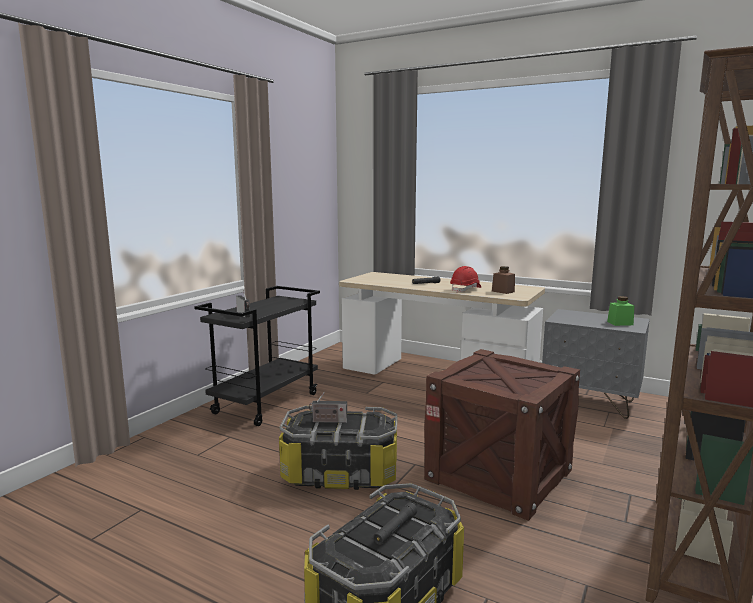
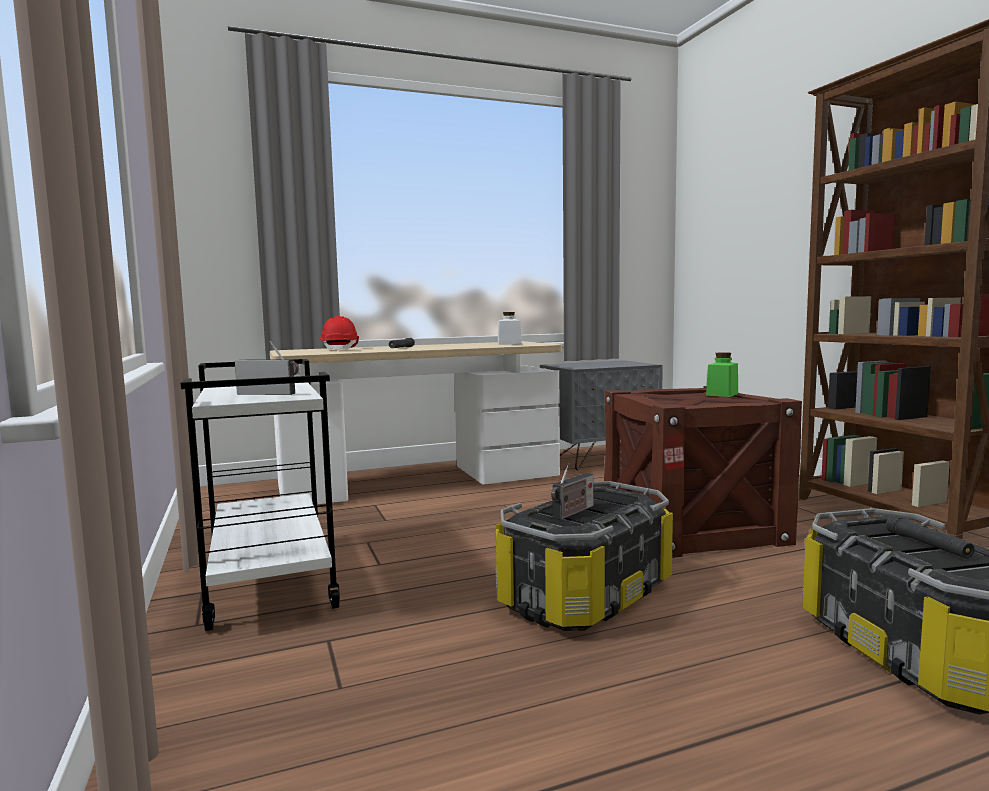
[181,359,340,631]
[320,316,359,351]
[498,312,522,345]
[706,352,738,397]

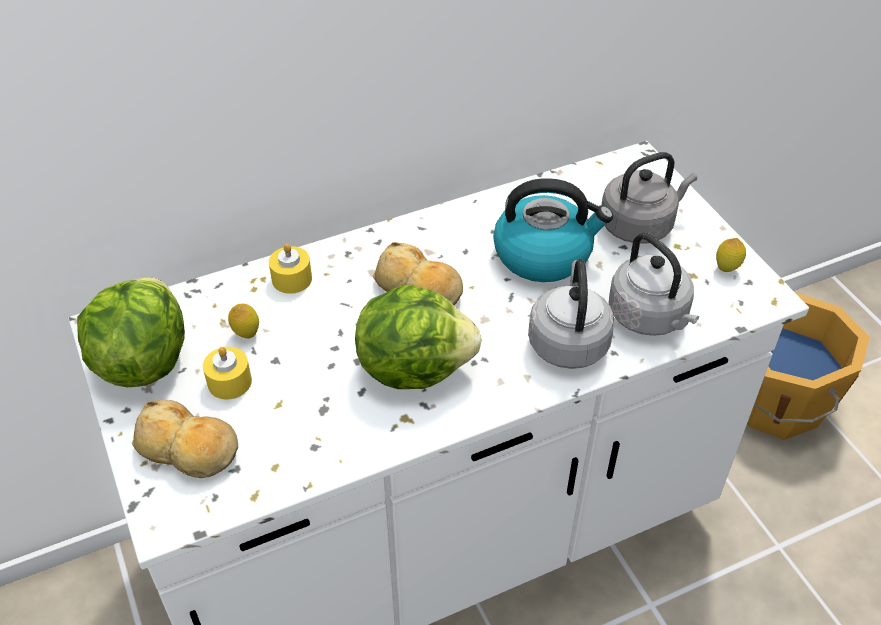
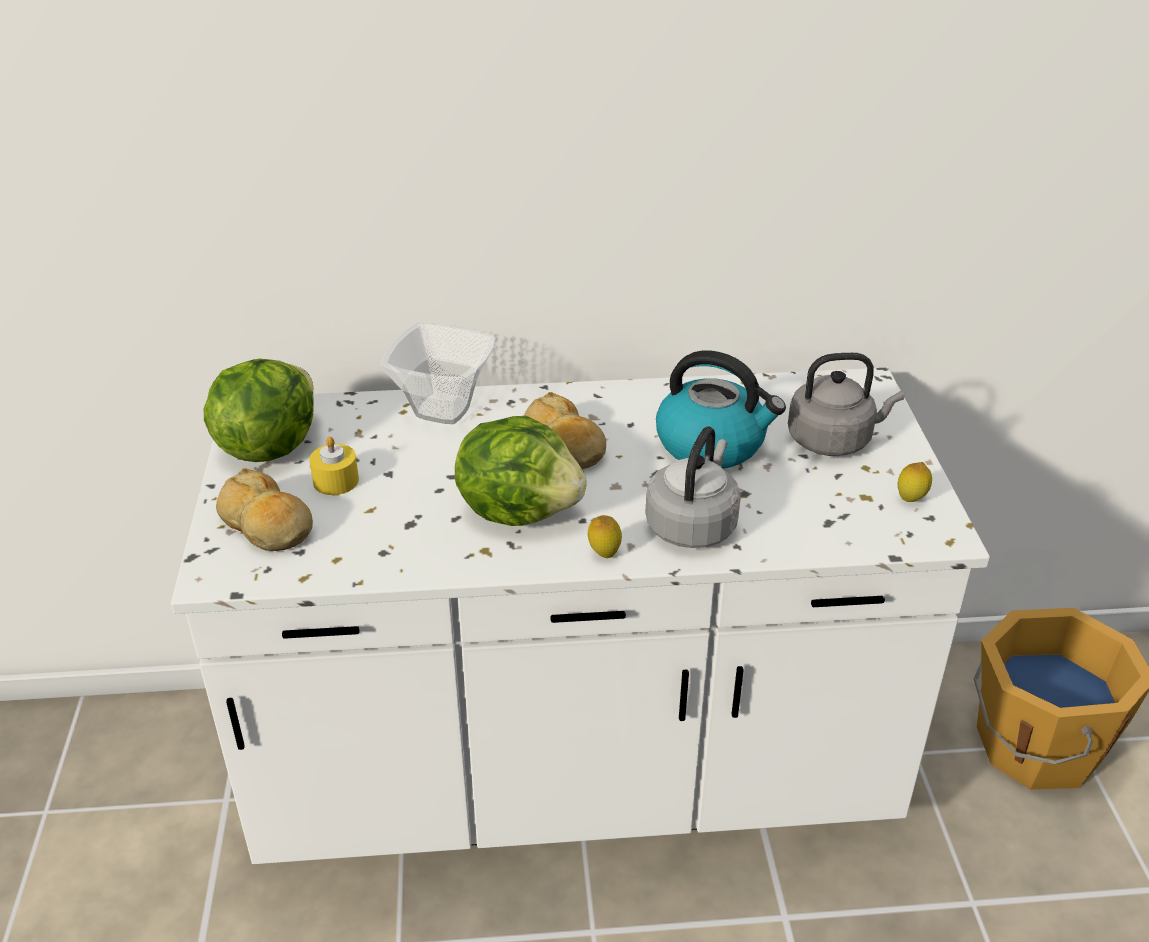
[380,322,496,424]
[588,515,622,558]
[609,233,699,336] (first image)

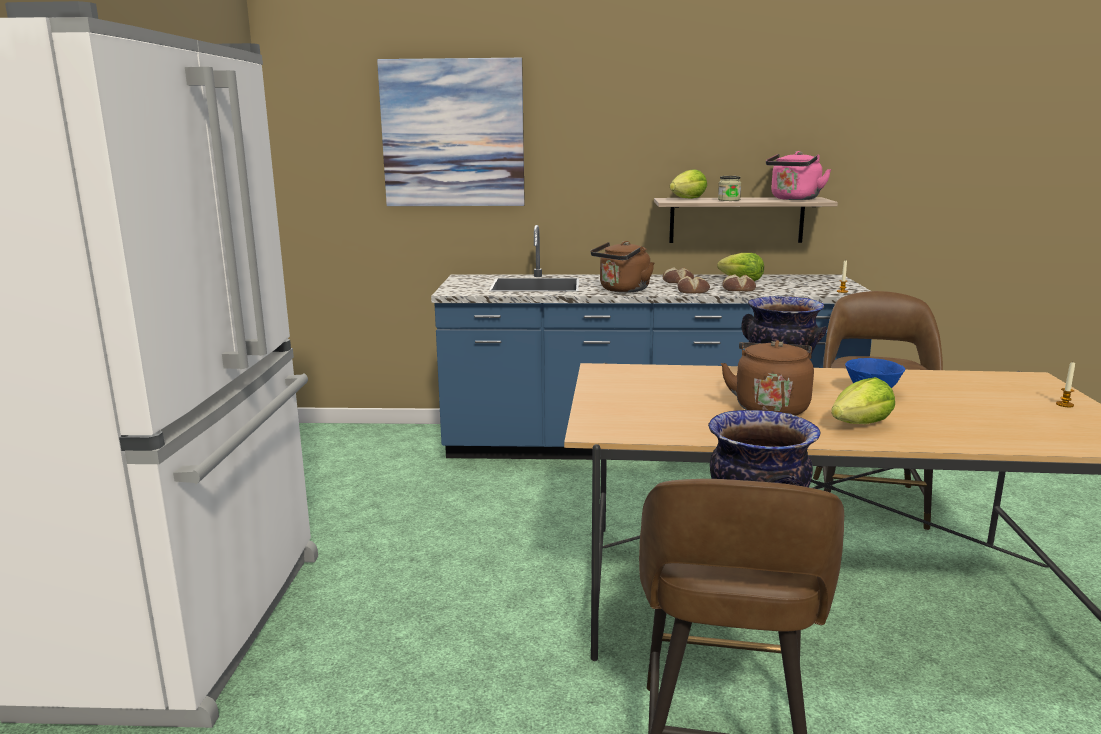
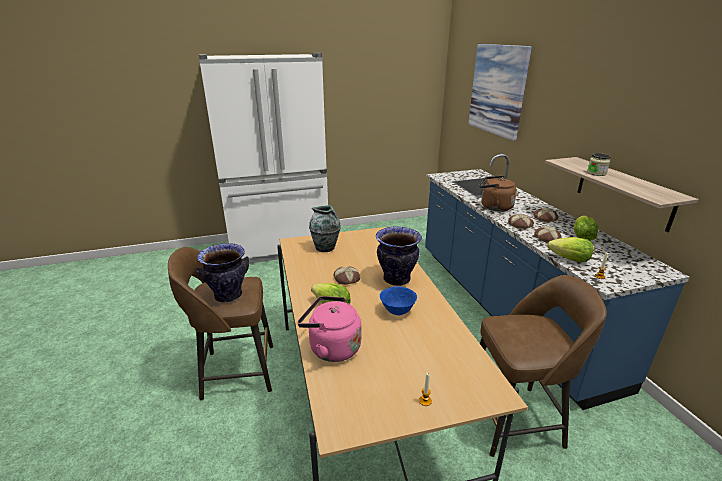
[297,296,361,362]
[309,205,341,252]
[334,266,360,285]
[547,237,594,263]

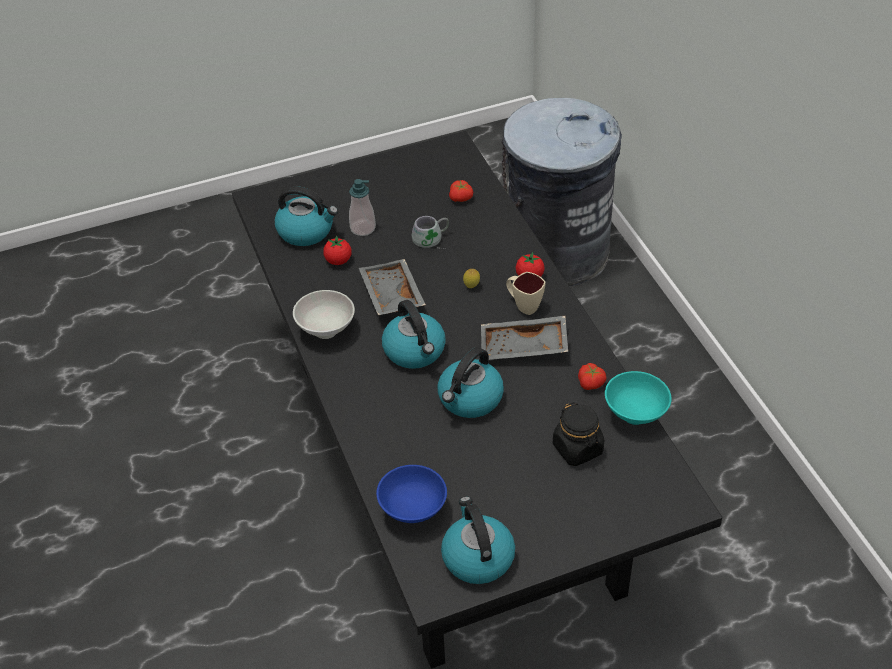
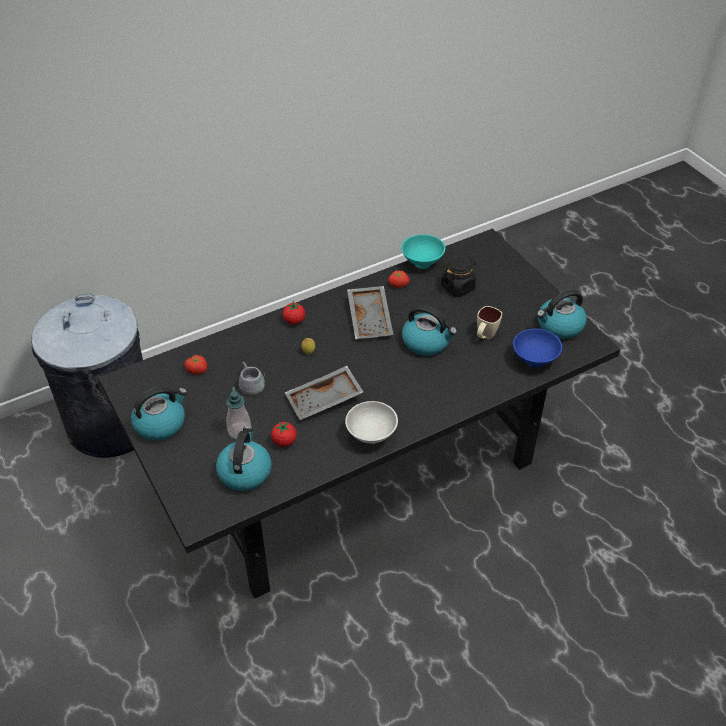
[131,386,187,441]
[477,306,502,340]

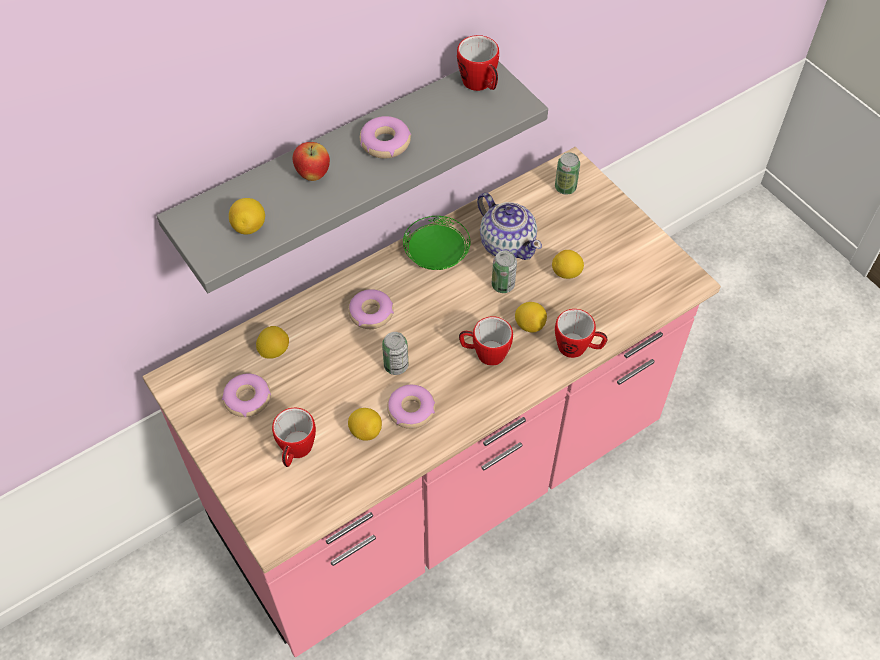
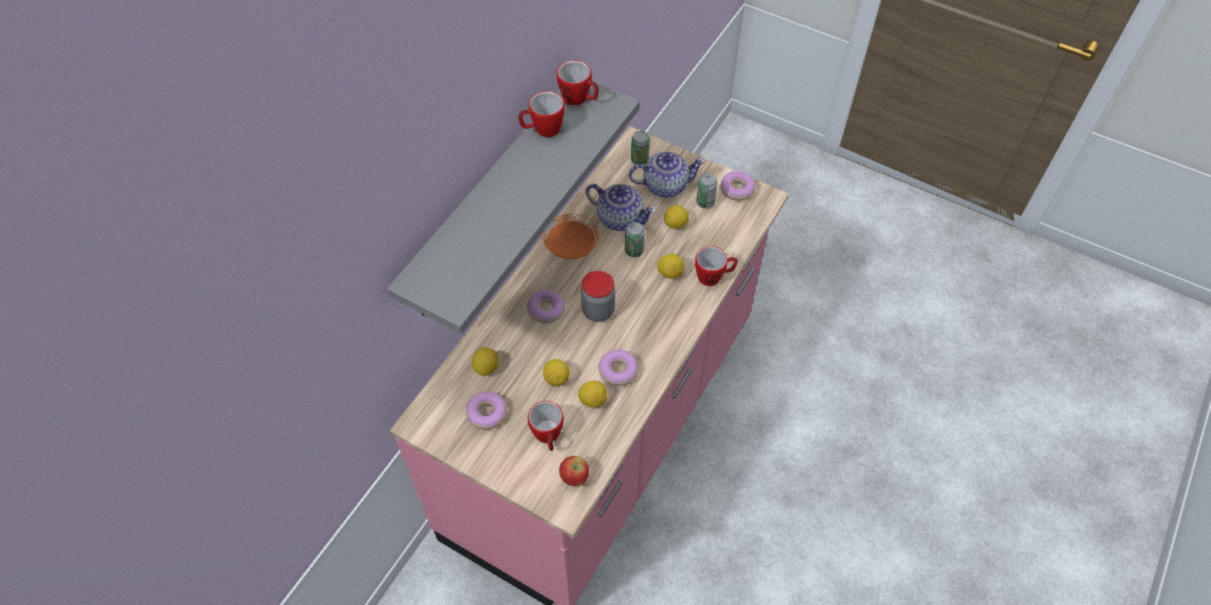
[518,91,565,137]
[543,213,599,259]
[543,359,570,386]
[559,456,589,487]
[581,271,615,322]
[629,151,705,198]
[696,174,718,209]
[720,171,755,201]

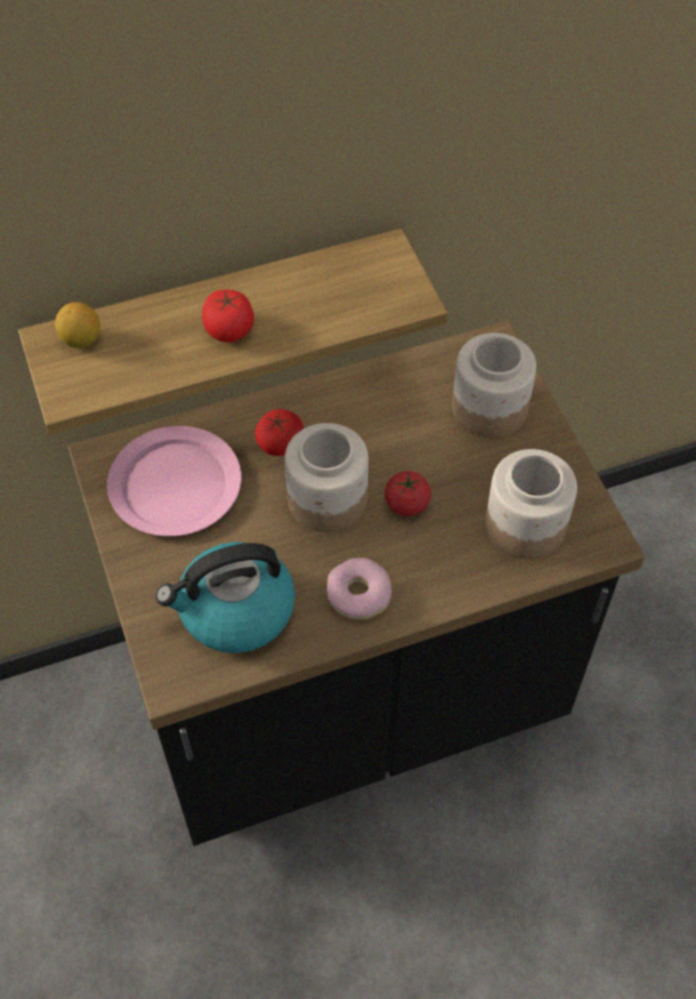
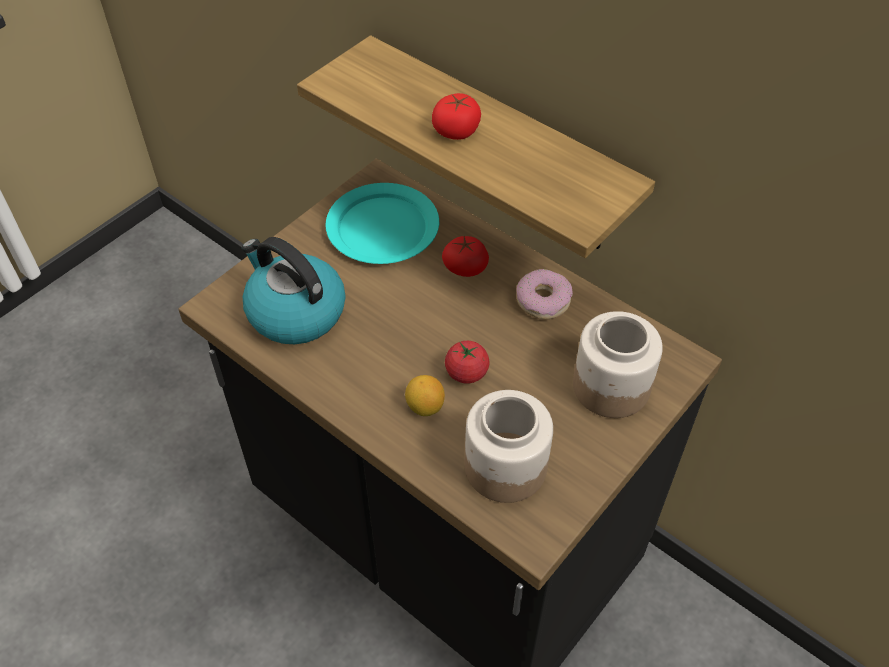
[325,183,439,264]
[405,375,445,416]
[516,269,573,319]
[285,423,368,532] (first image)

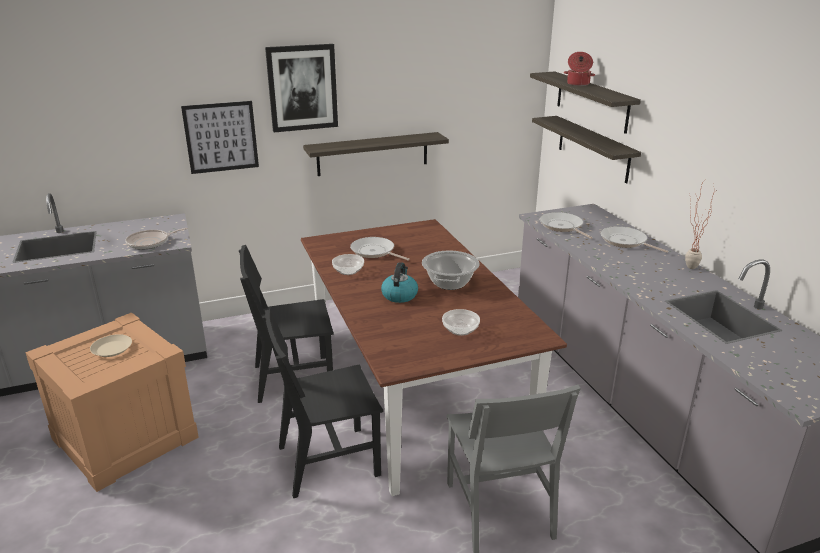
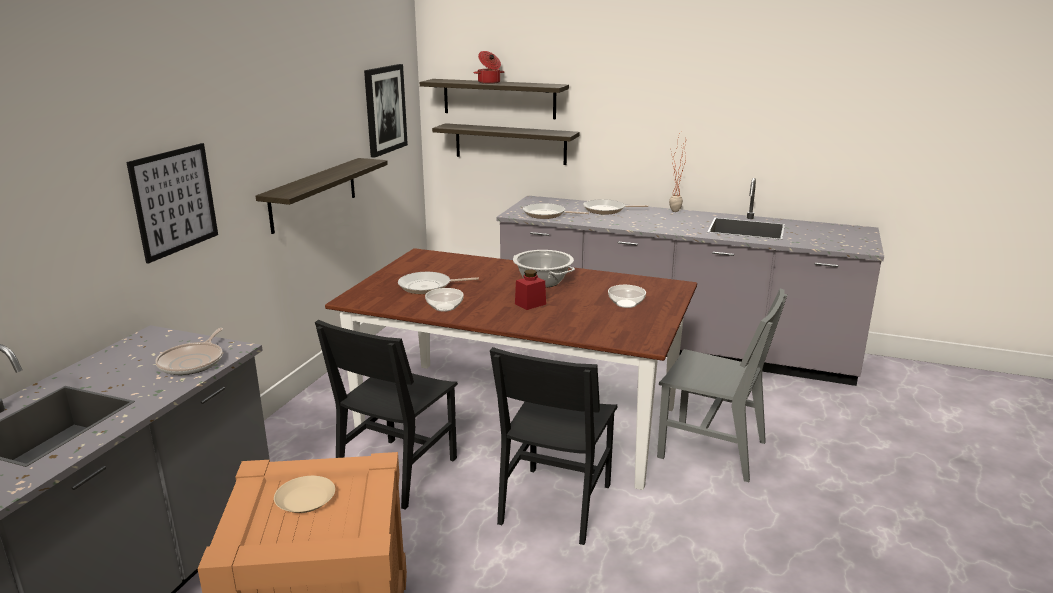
[364,64,408,158]
[515,269,546,310]

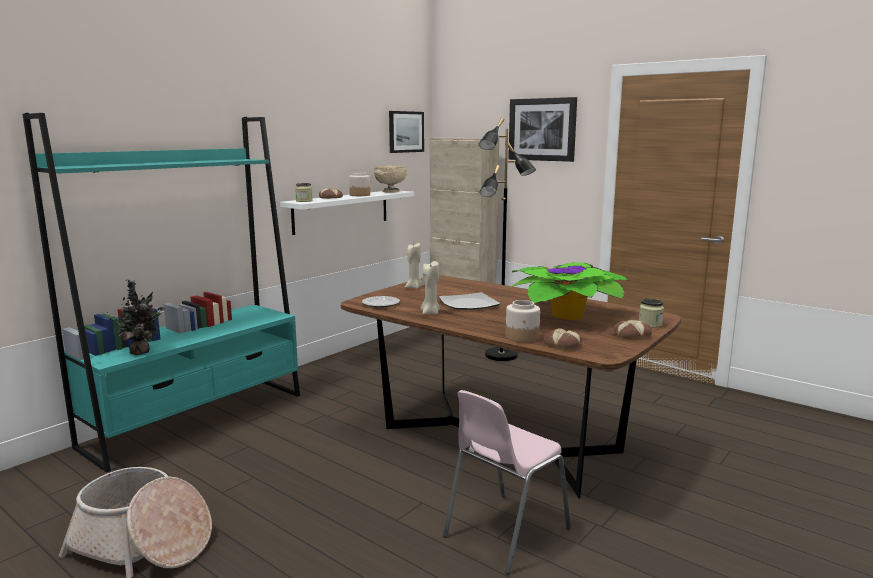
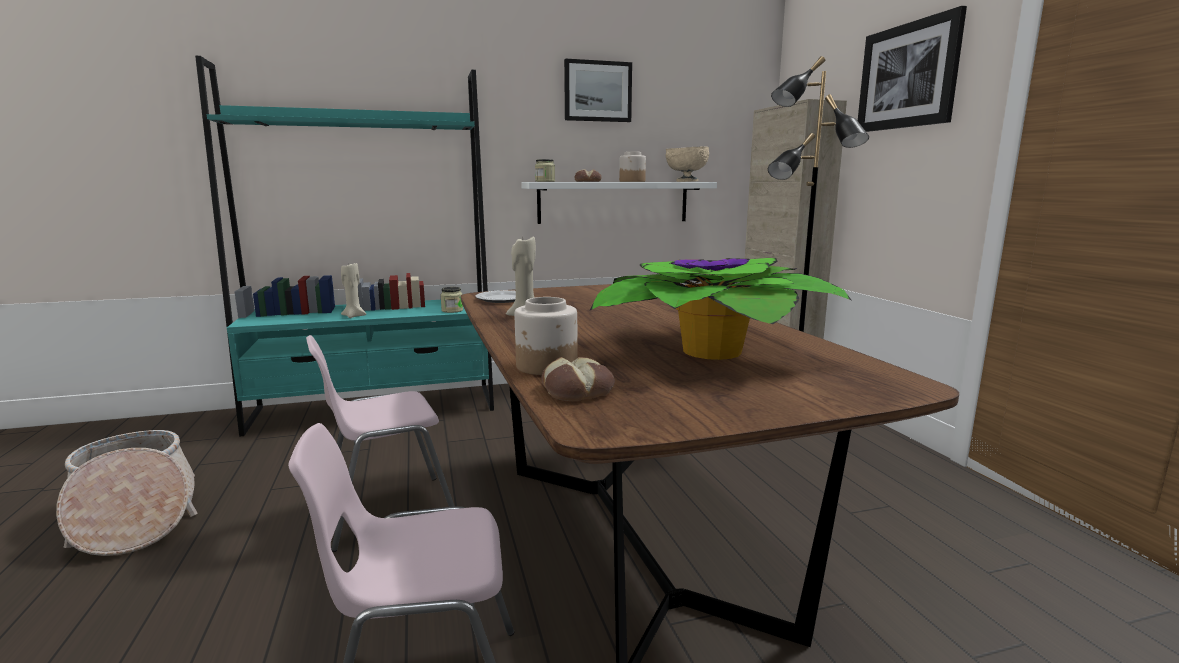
[306,335,455,552]
[341,263,366,318]
[440,287,463,313]
[564,58,632,122]
[107,280,165,355] (first image)
[439,292,500,310] (first image)
[614,320,652,339] (first image)

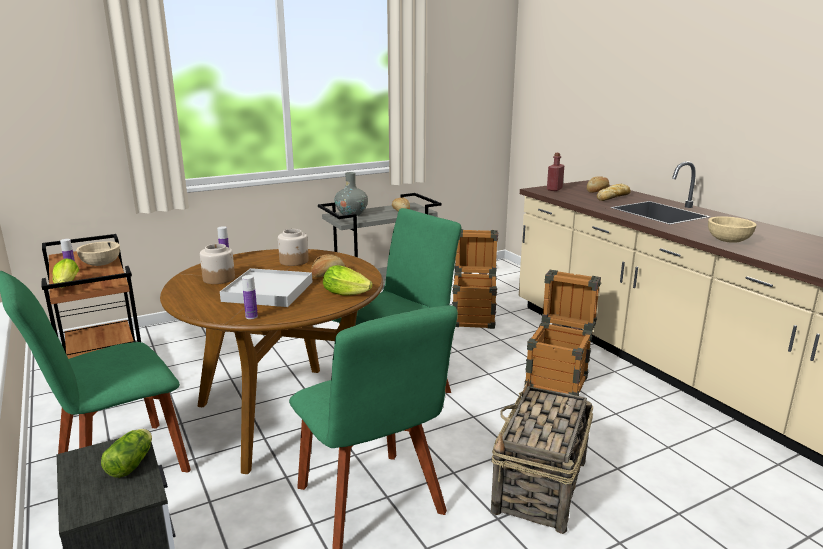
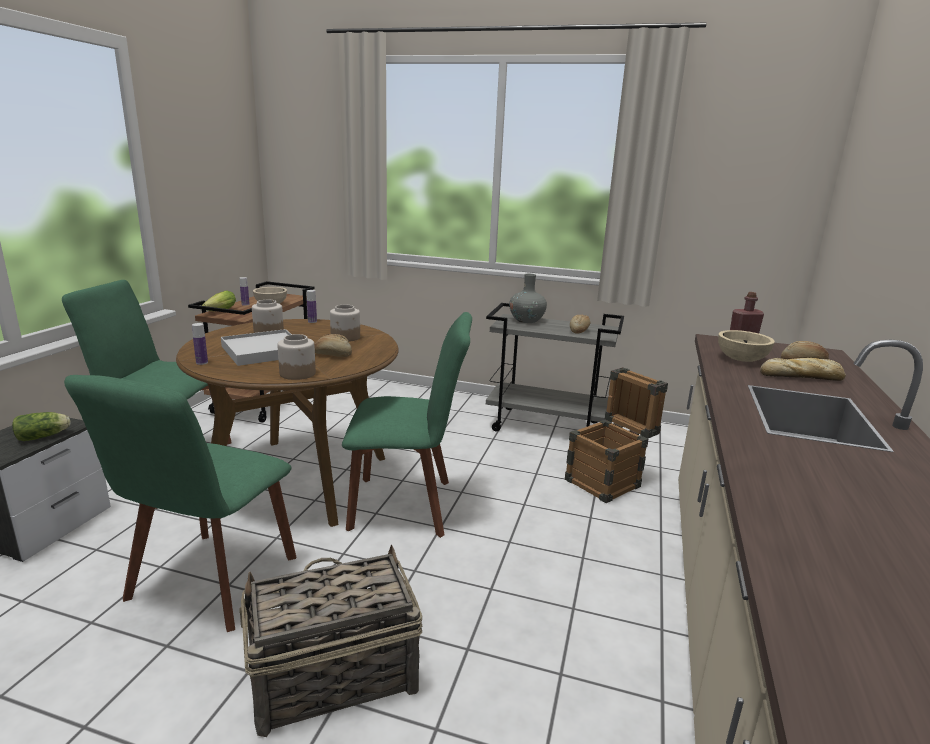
[277,334,316,380]
[718,330,775,362]
[524,270,601,396] (first image)

